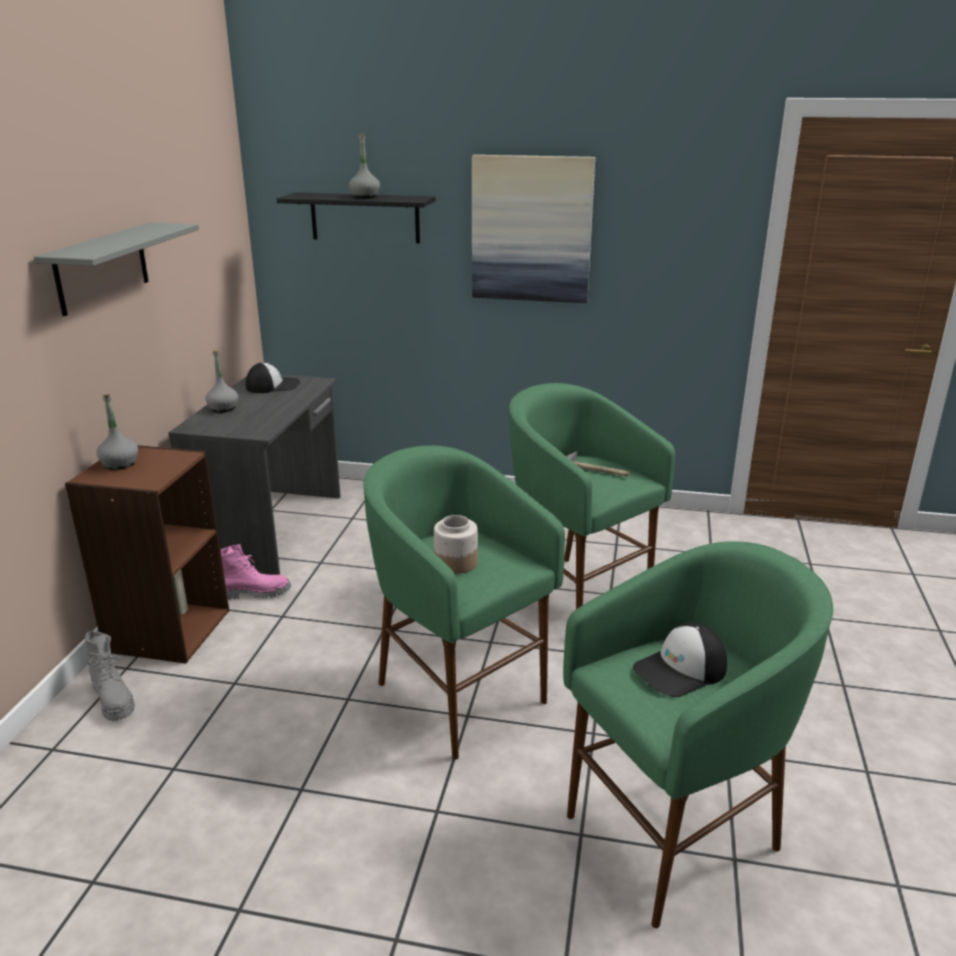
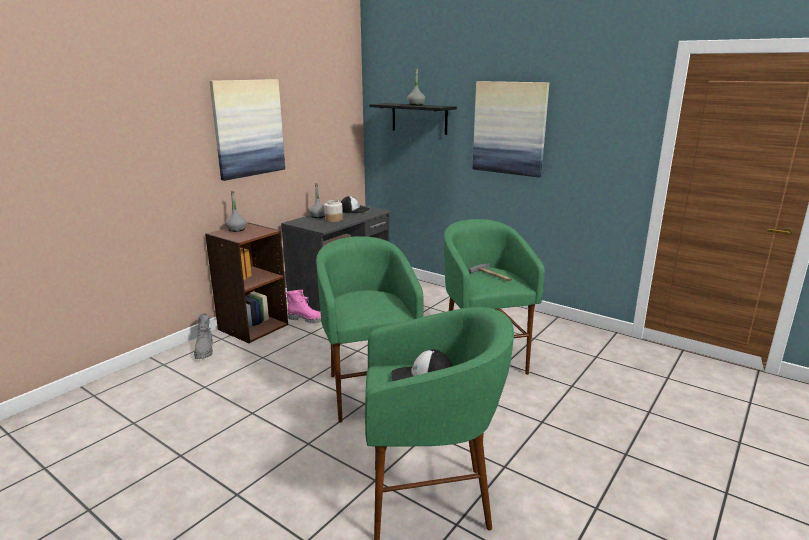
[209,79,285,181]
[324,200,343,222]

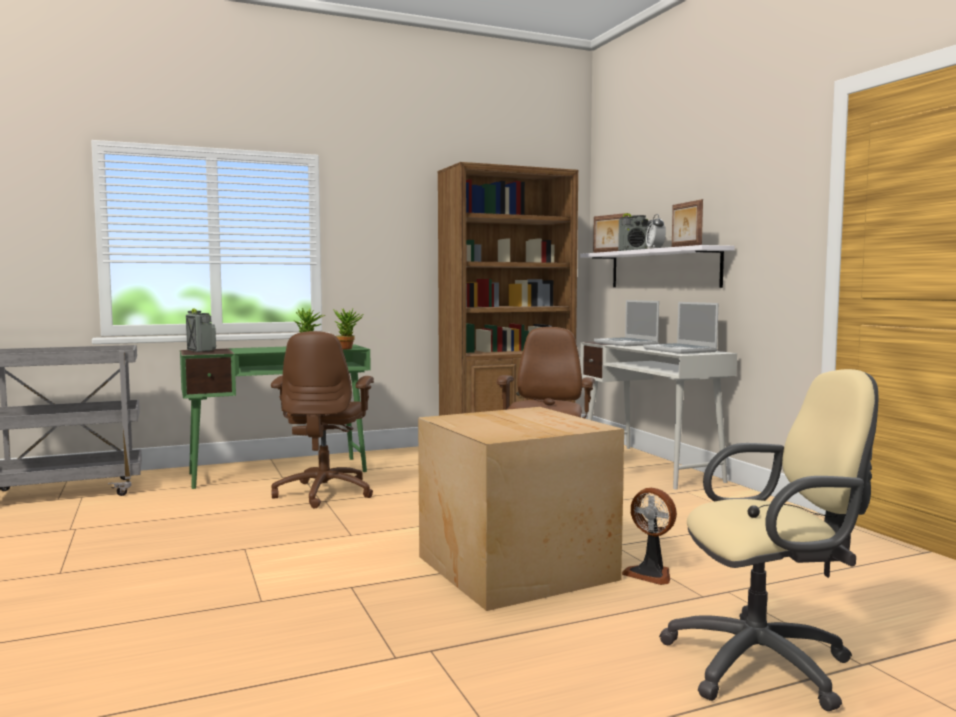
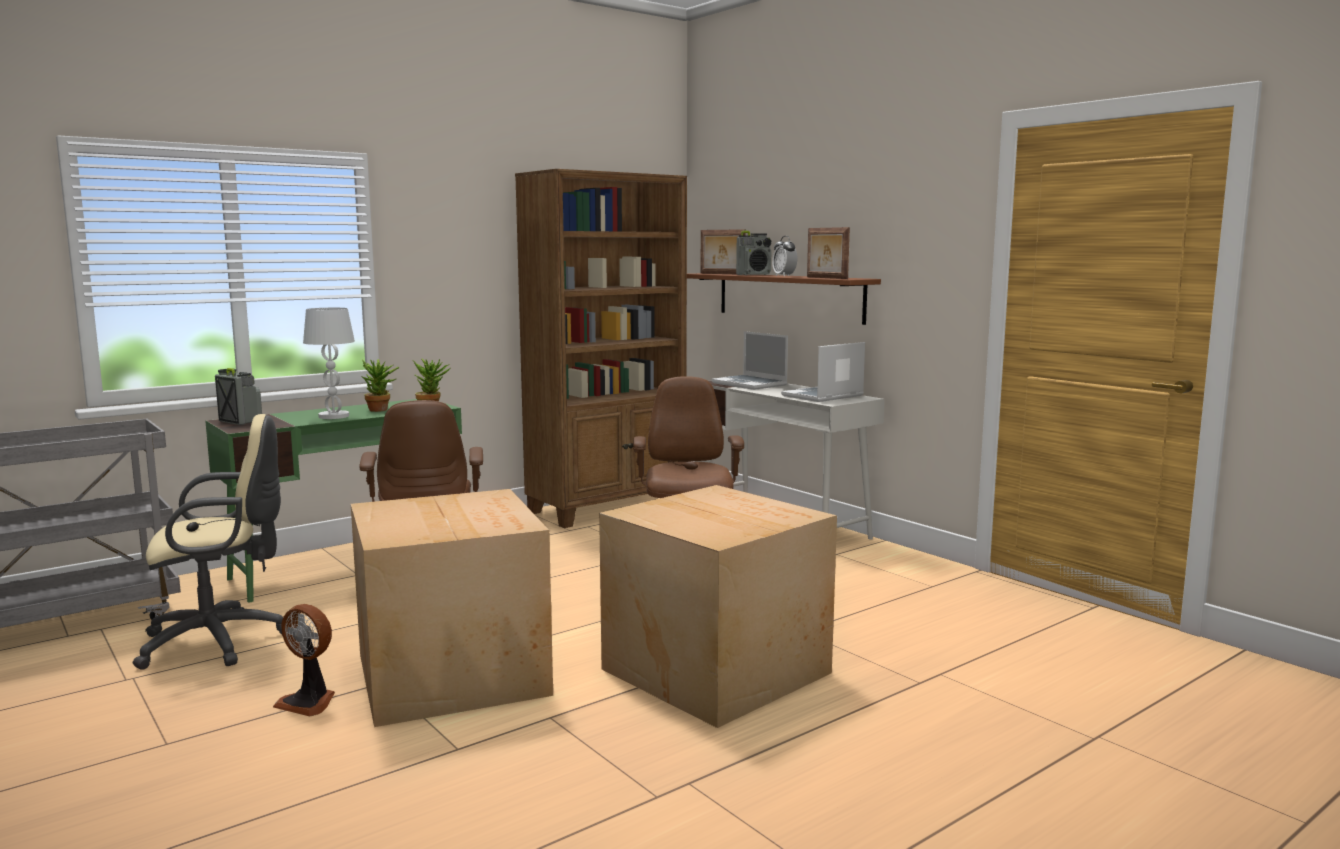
[133,414,283,670]
[273,604,335,716]
[303,308,355,419]
[351,489,553,727]
[687,273,881,325]
[781,342,865,402]

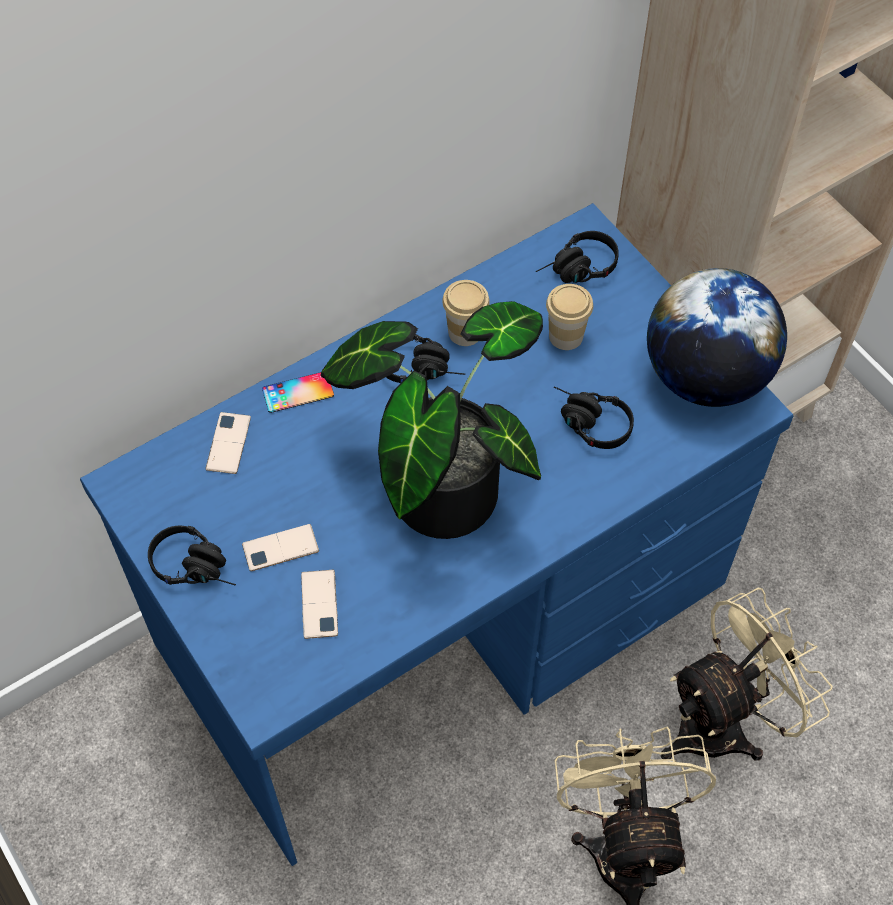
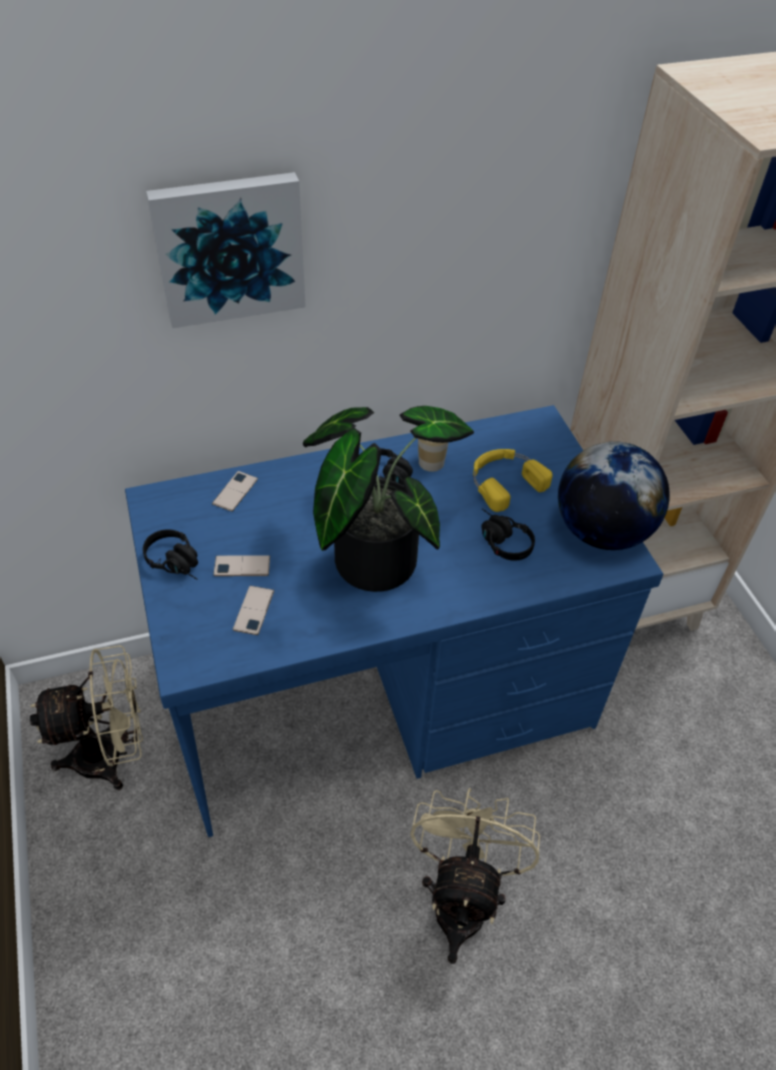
[30,645,143,790]
[146,172,306,328]
[473,449,553,512]
[262,372,334,413] (first image)
[536,231,619,283] (first image)

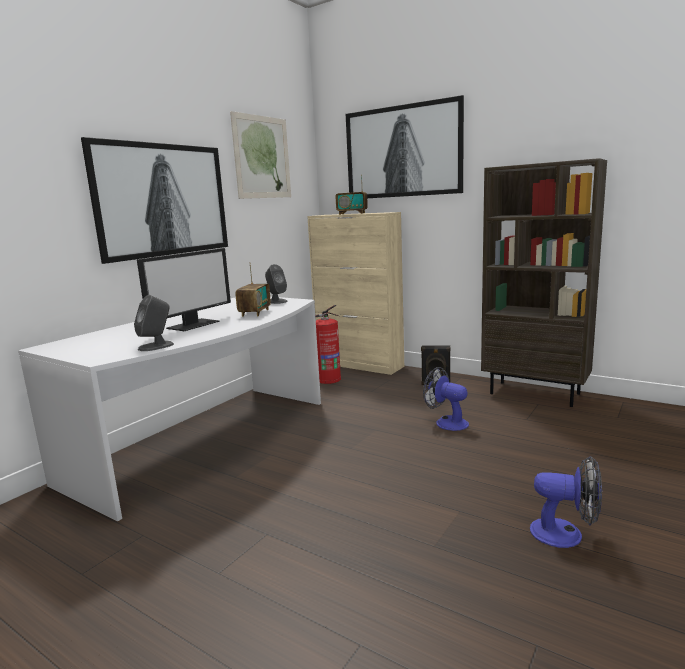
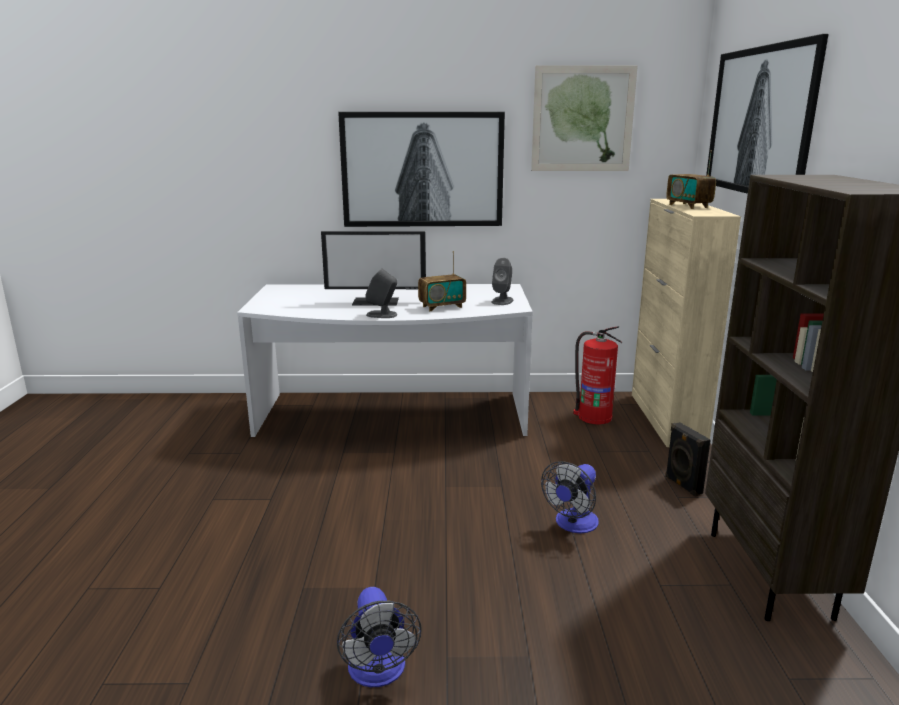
[365,269,397,318]
[541,461,599,533]

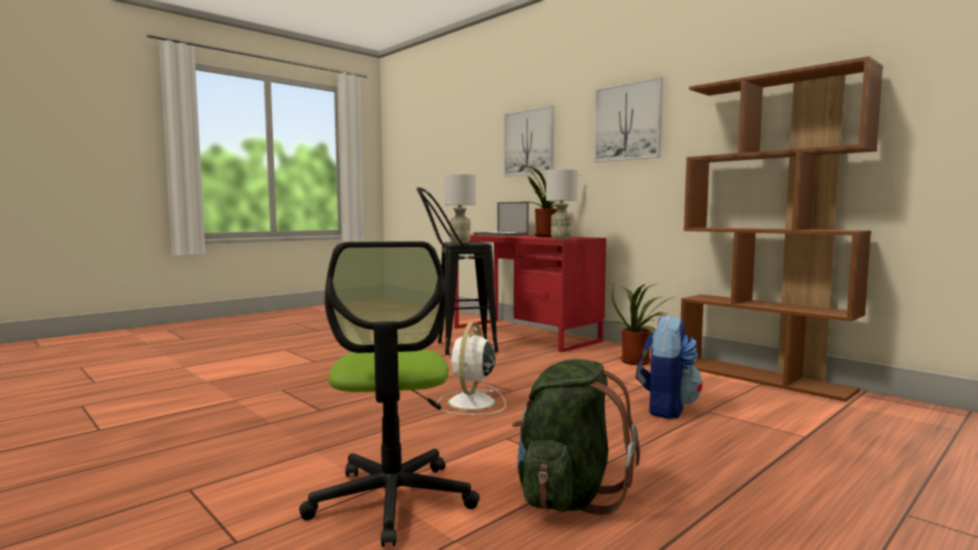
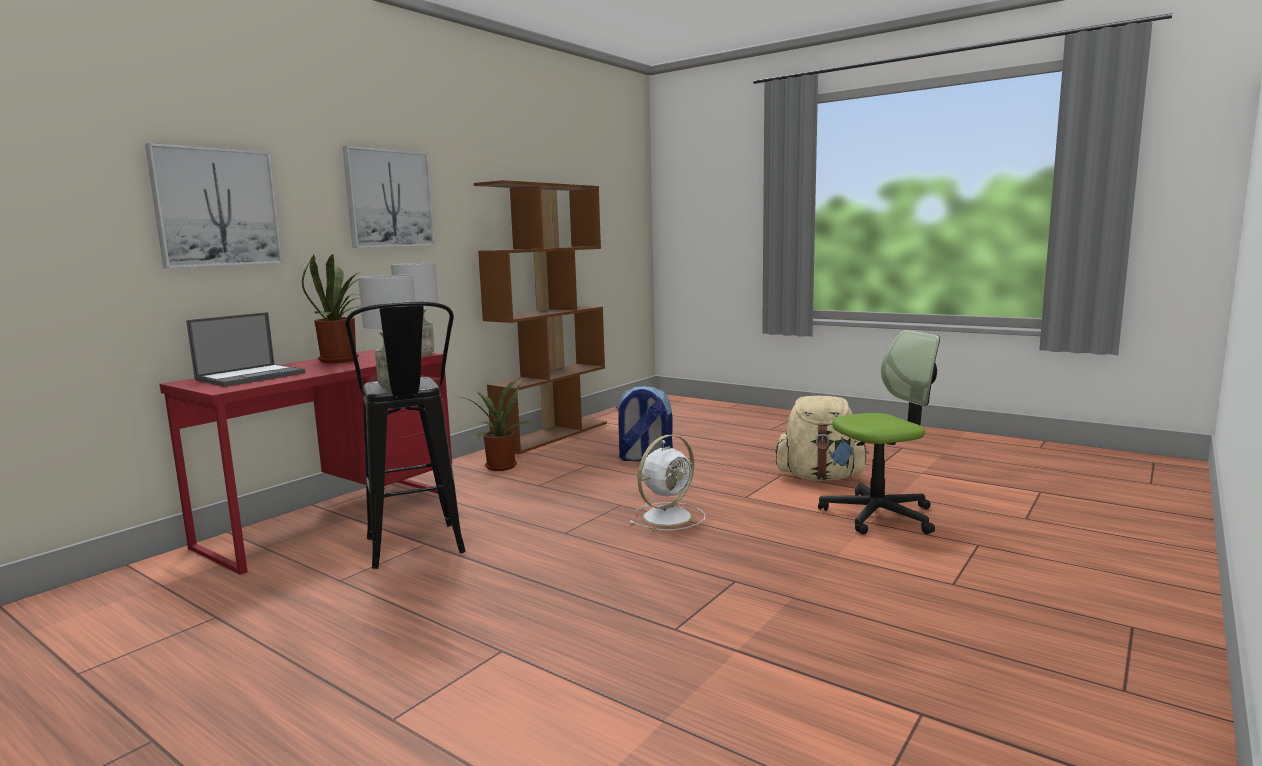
[630,435,706,530]
[775,396,869,481]

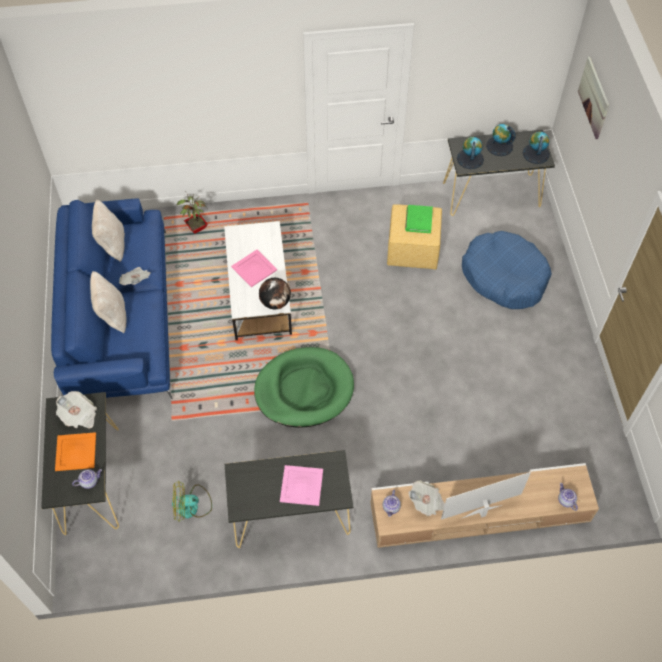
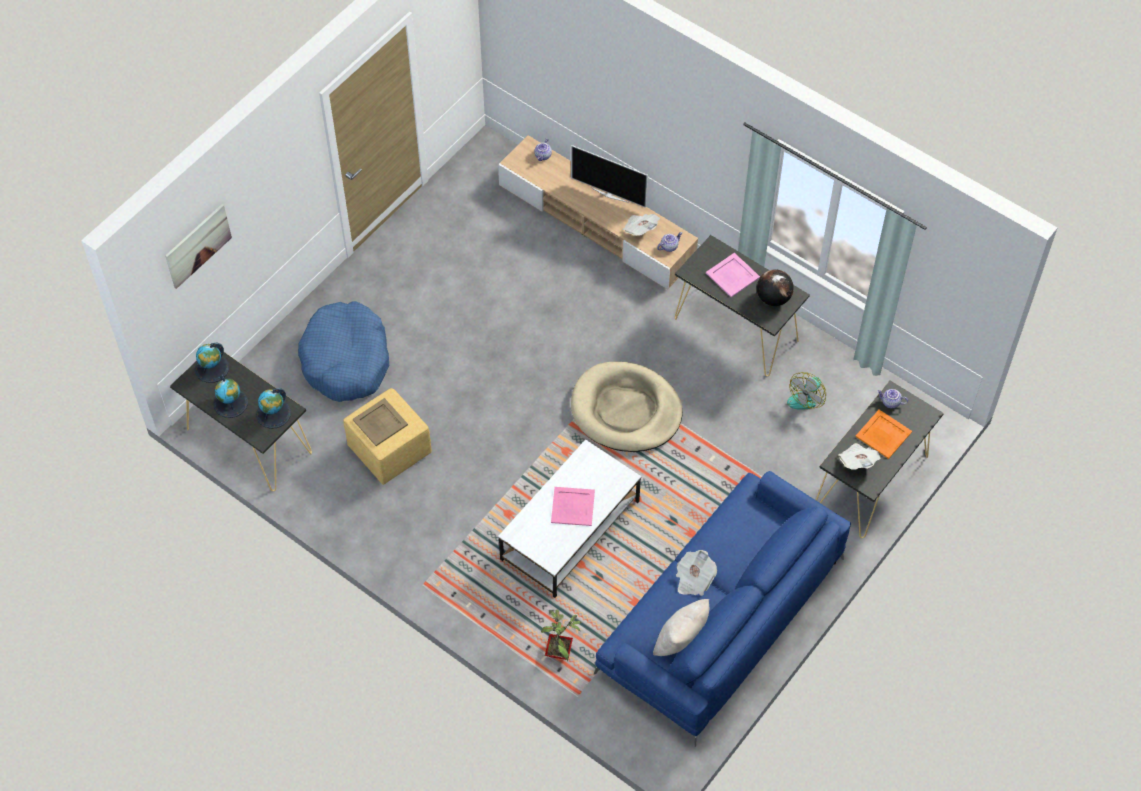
[353,398,408,446]
[571,362,683,452]
[757,269,794,306]
[787,372,826,410]
[90,271,126,334] (first image)

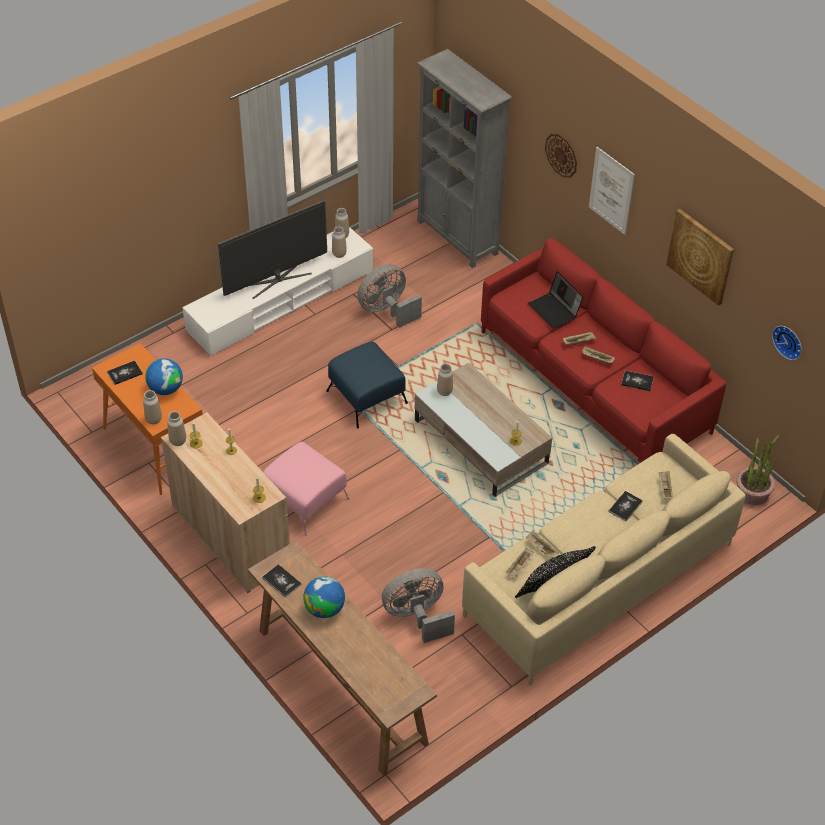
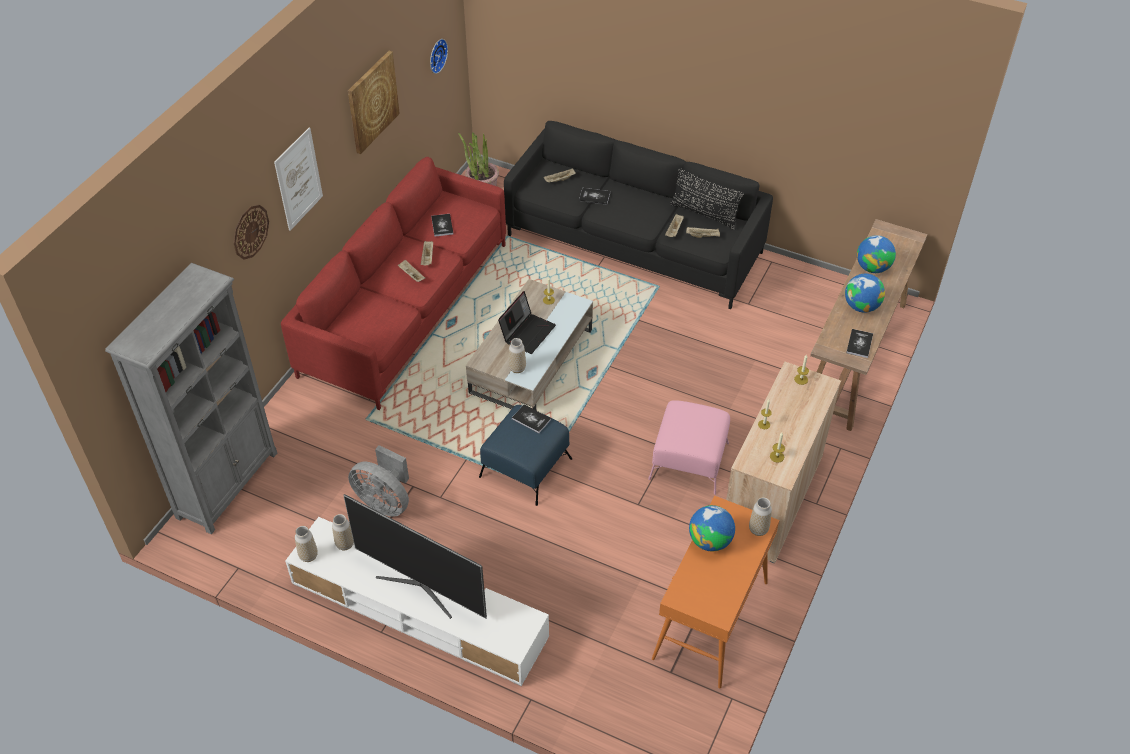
[498,291,556,354]
[504,121,773,309]
[512,405,551,433]
[857,235,896,273]
[167,411,186,446] (first image)
[382,568,455,643] (first image)

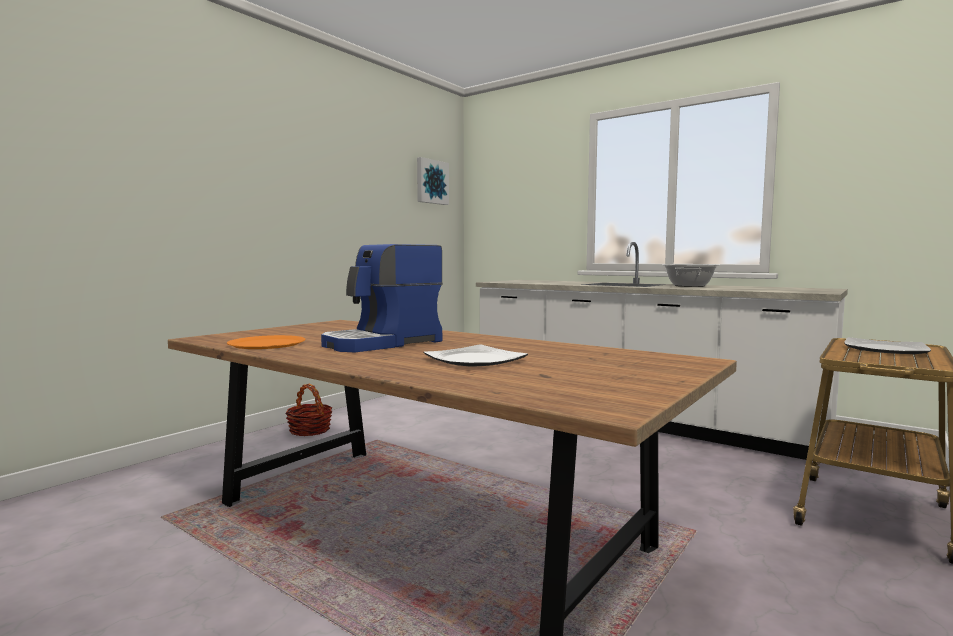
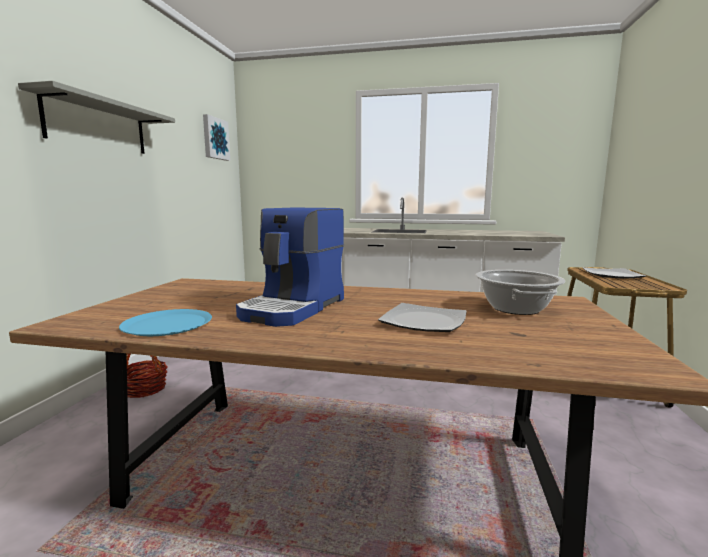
[18,81,175,154]
[119,309,212,336]
[476,270,565,315]

